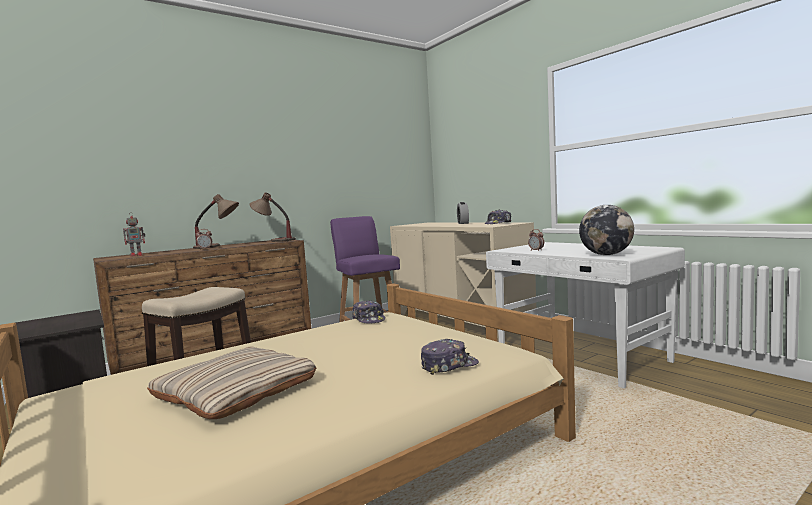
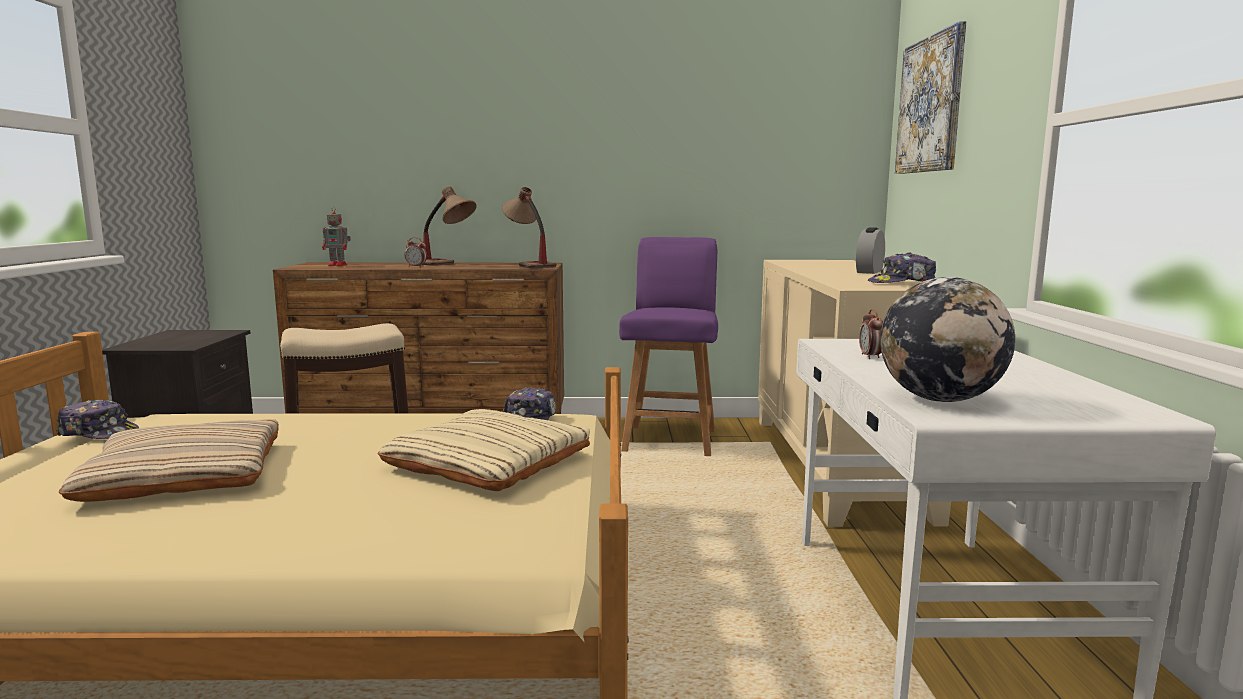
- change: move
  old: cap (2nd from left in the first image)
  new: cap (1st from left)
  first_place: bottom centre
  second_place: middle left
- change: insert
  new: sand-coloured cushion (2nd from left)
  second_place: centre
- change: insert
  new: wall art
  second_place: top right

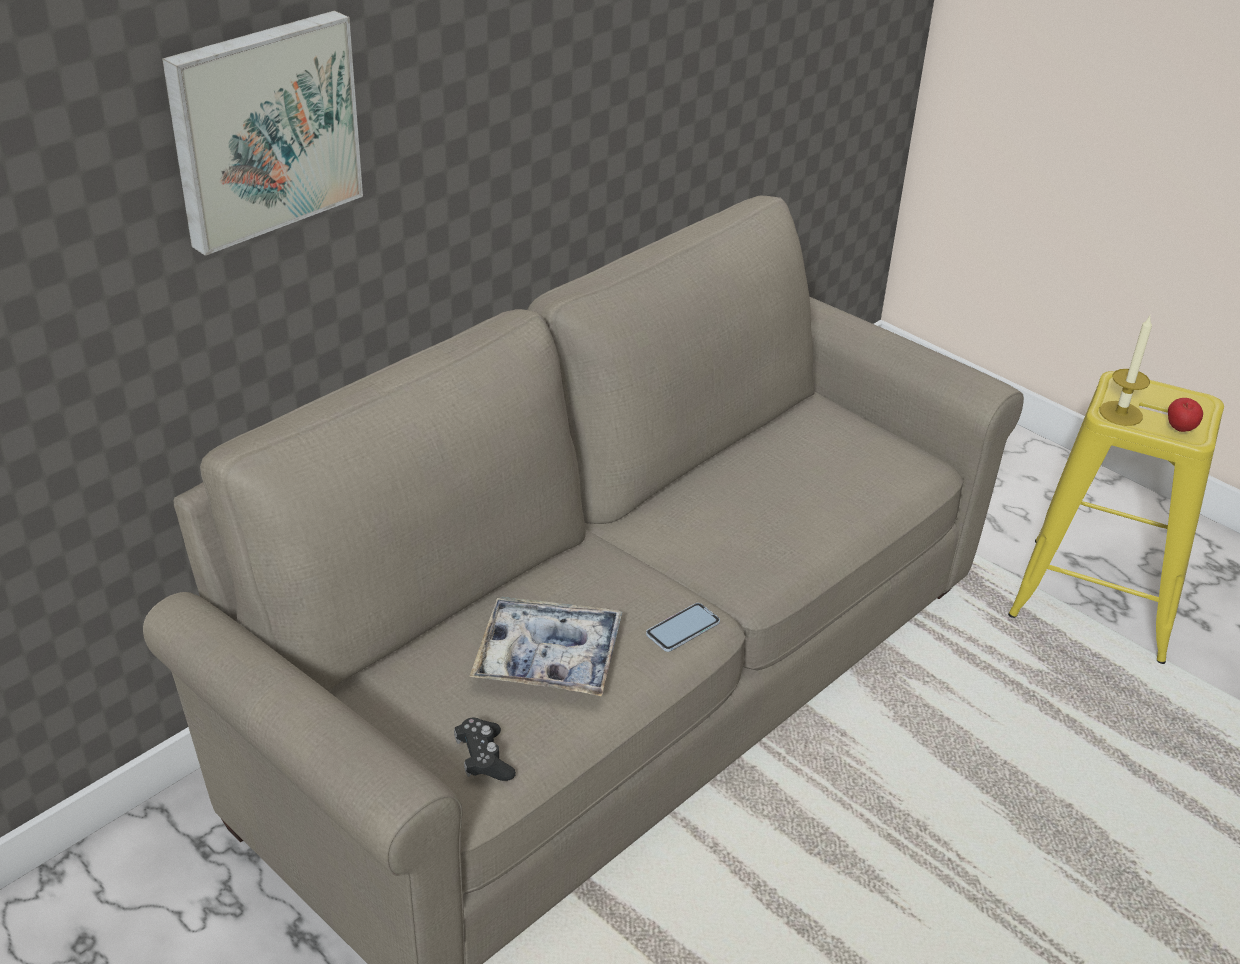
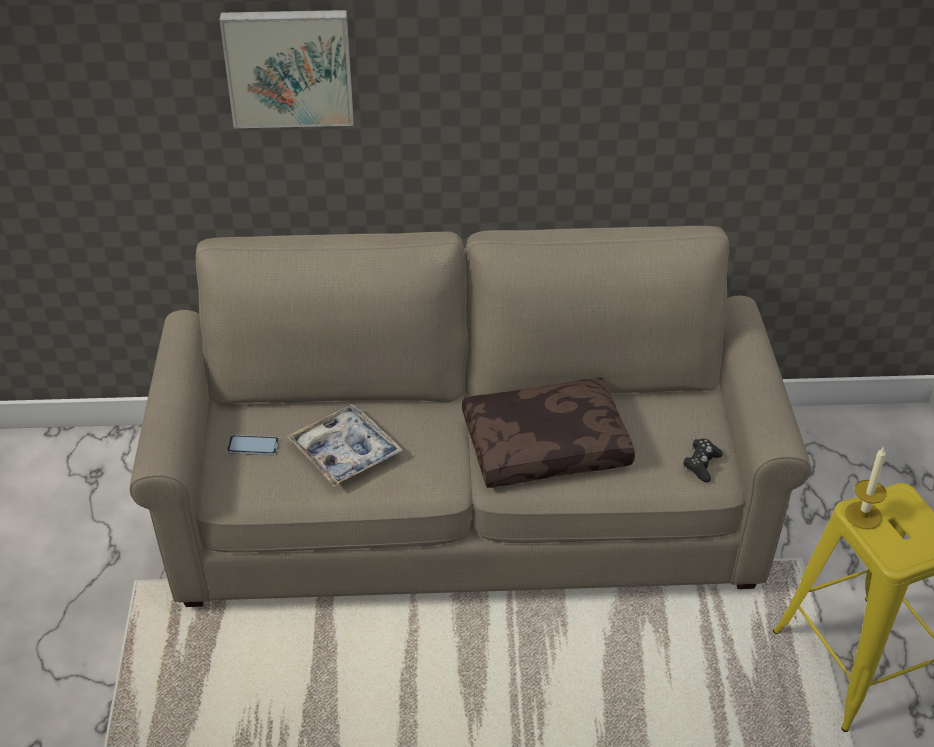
- change: move
  old: blackish gamepad
  first_place: bottom centre
  second_place: middle right
- change: move
  old: telephone
  first_place: centre
  second_place: middle left
- change: delete
  old: whole apple
  first_place: middle right
- change: insert
  new: brownish cushion
  second_place: centre

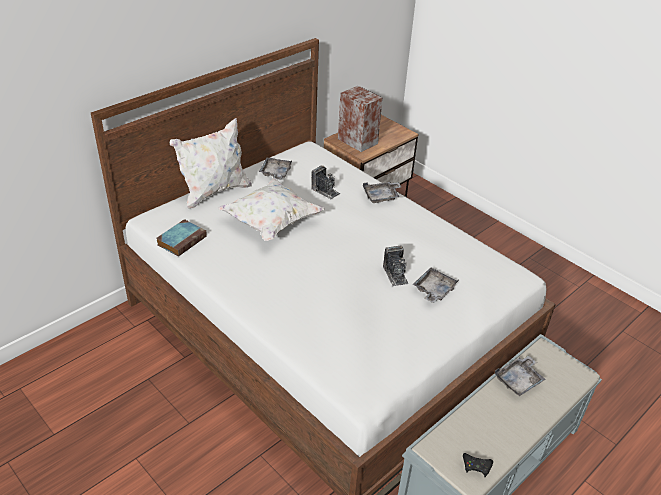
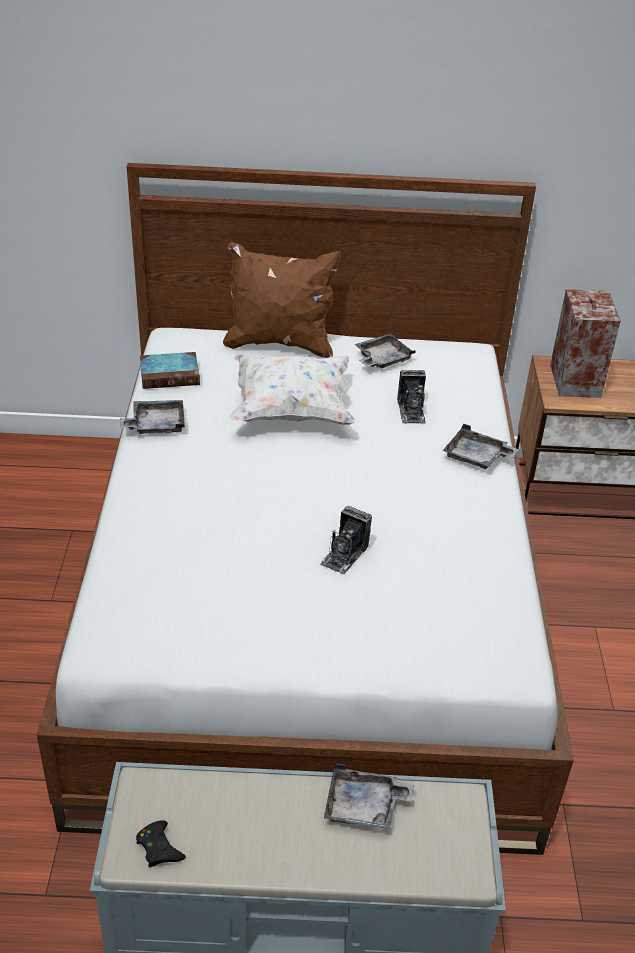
- change: recolor
  old: whitish cushion (1st from left)
  new: brownish cushion
  first_place: top left
  second_place: top centre
- change: move
  old: greyish carrying tray (3rd from left in the first image)
  new: greyish carrying tray (1st from left)
  first_place: centre
  second_place: middle left

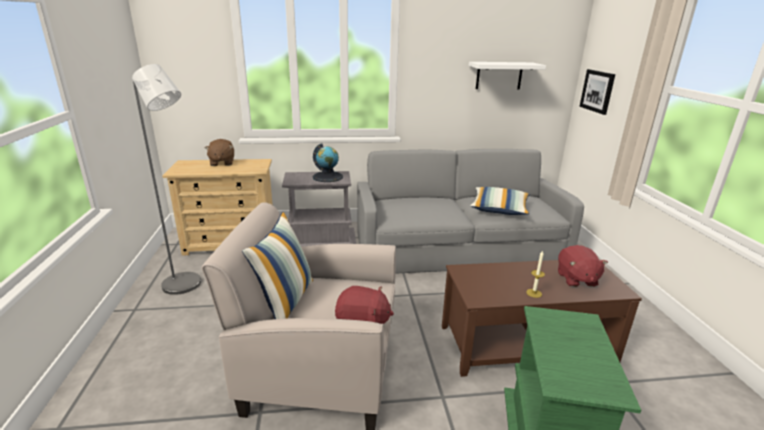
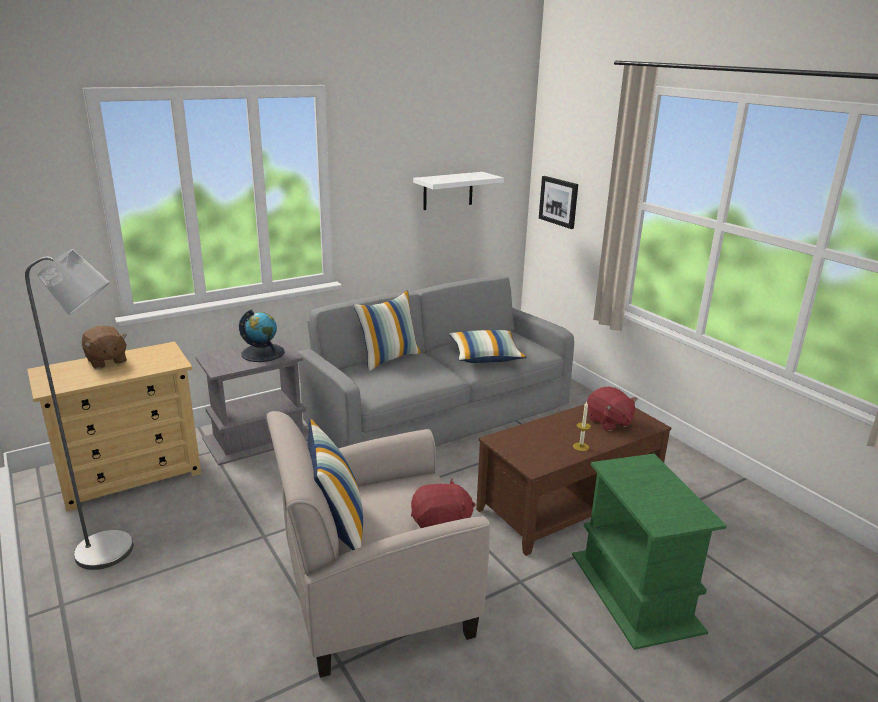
- change: insert
  new: cushion (2nd from left)
  second_place: centre

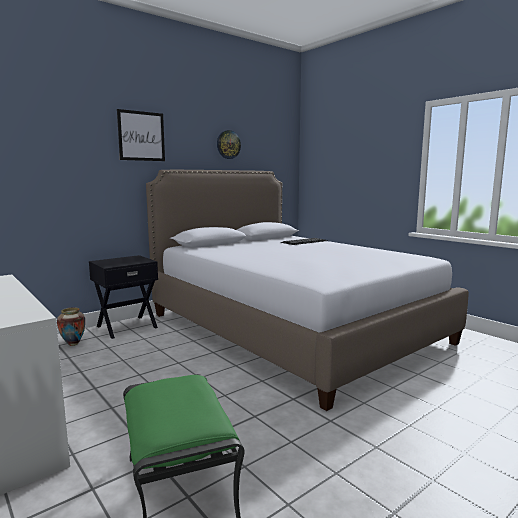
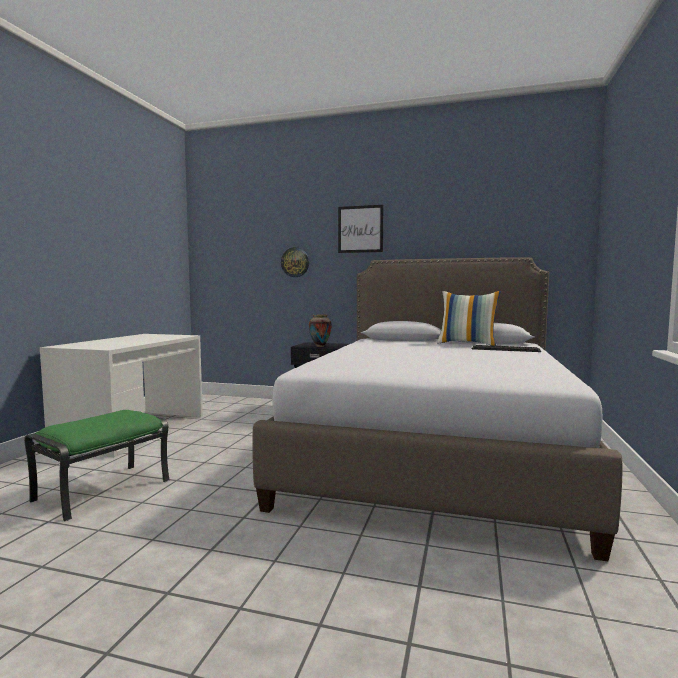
- change: move
  old: flower vase
  first_place: middle left
  second_place: centre
- change: move
  old: hanging clock
  first_place: top centre
  second_place: centre
- change: insert
  new: cushion
  second_place: middle right

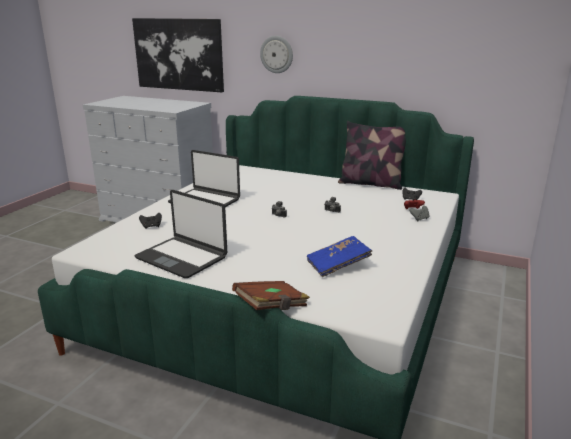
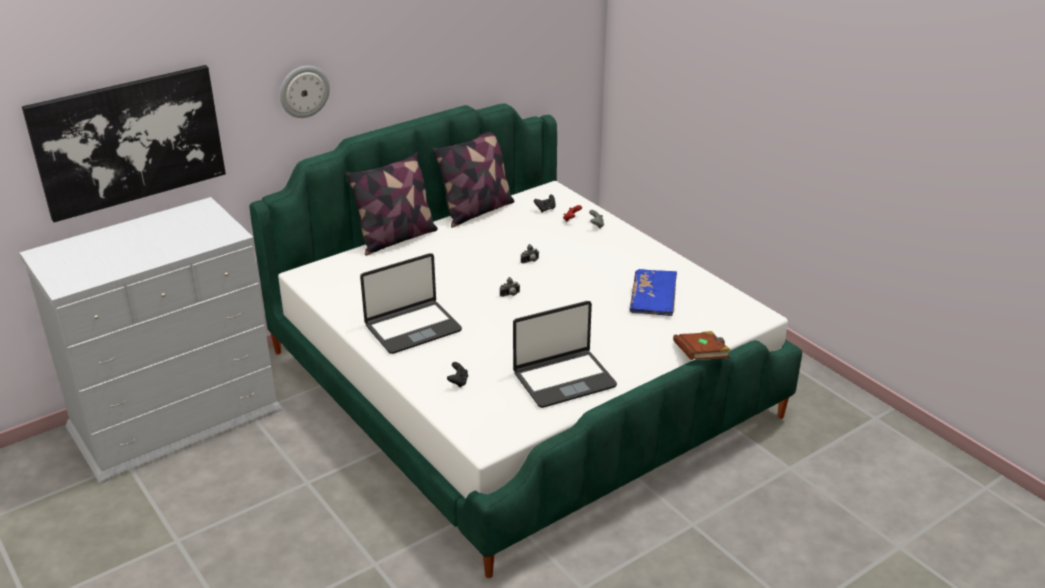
- change: insert
  new: cushion (1st from left)
  second_place: centre

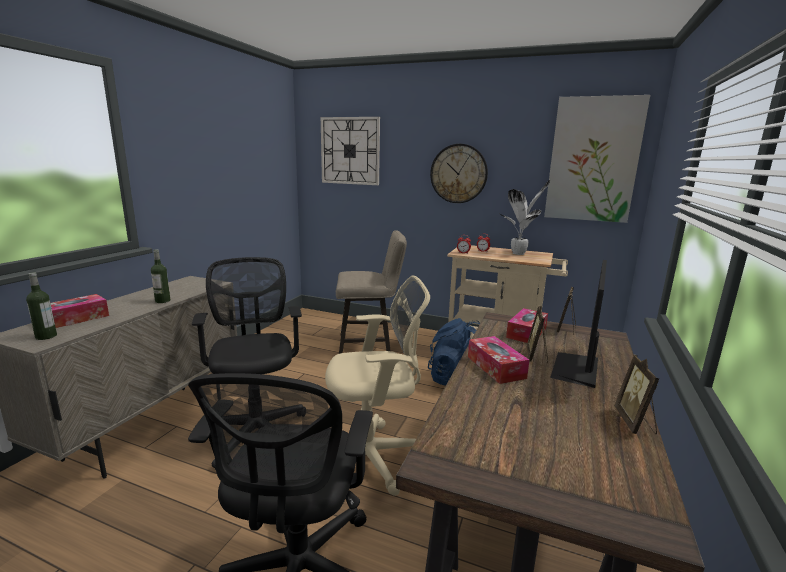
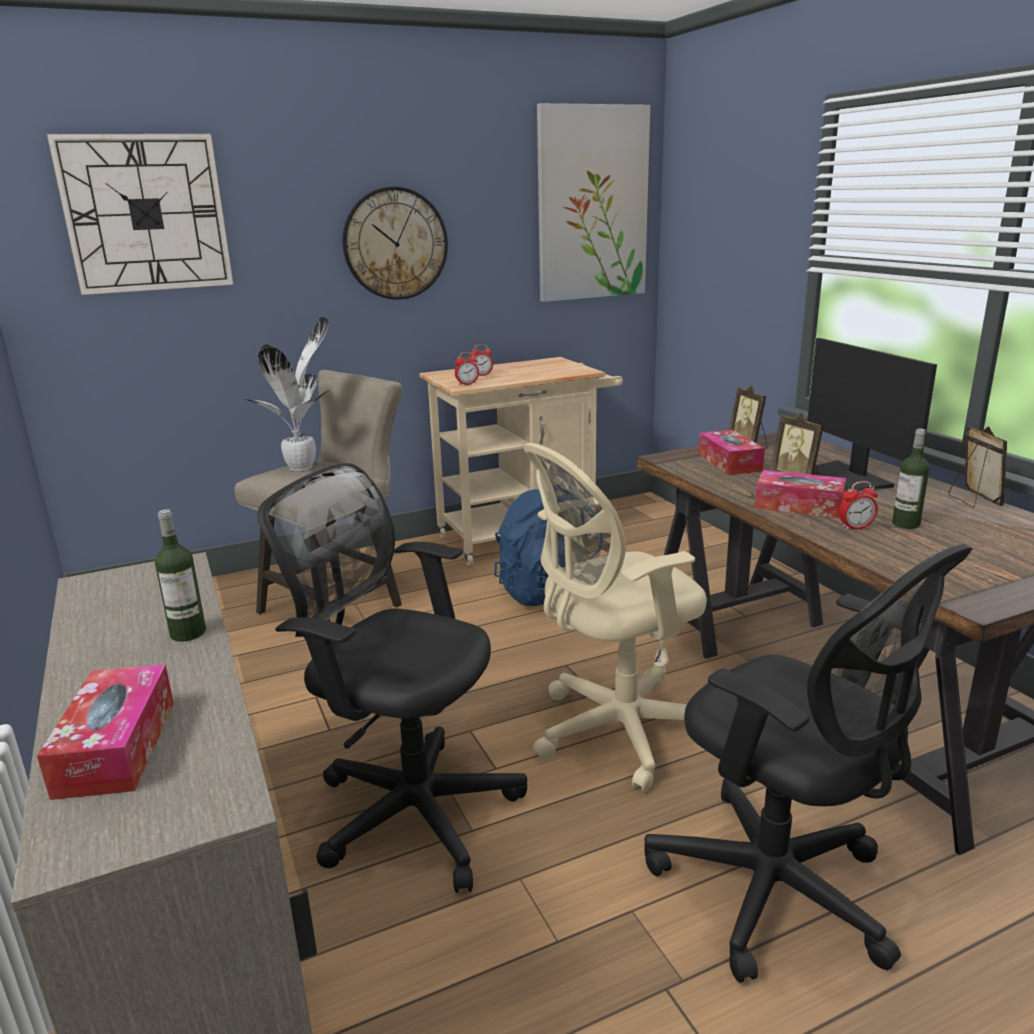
- change: move
  old: bottle (1st from left in the first image)
  new: bottle (2nd from left)
  first_place: middle left
  second_place: middle right
- change: rotate
  old: sand-coloured desk chair
  first_place: bottom centre
  second_place: centre
  degrees: -150
- change: move
  old: houseplant
  first_place: middle right
  second_place: middle left
- change: rotate
  old: photo frame (3rd from left)
  first_place: bottom right
  second_place: middle right
  degrees: -150
- change: insert
  new: alarm clock (3rd from left)
  second_place: middle right

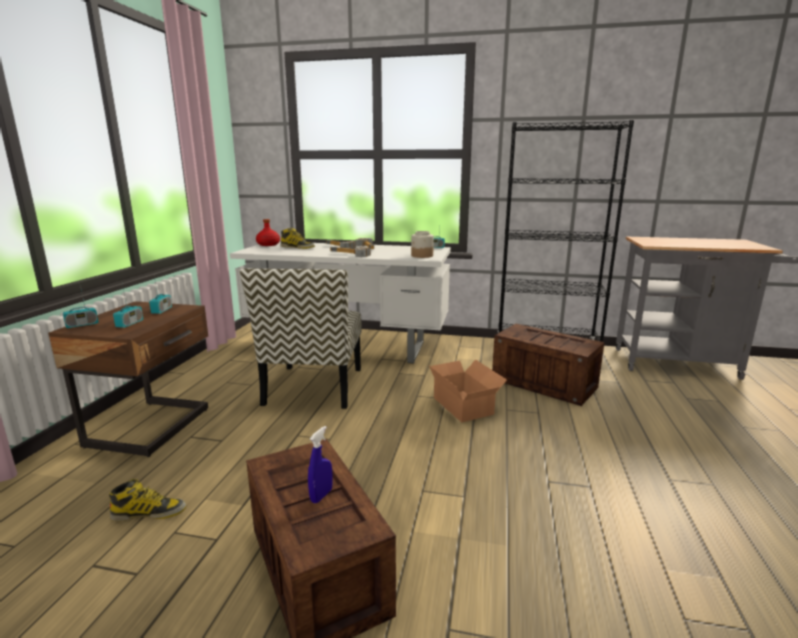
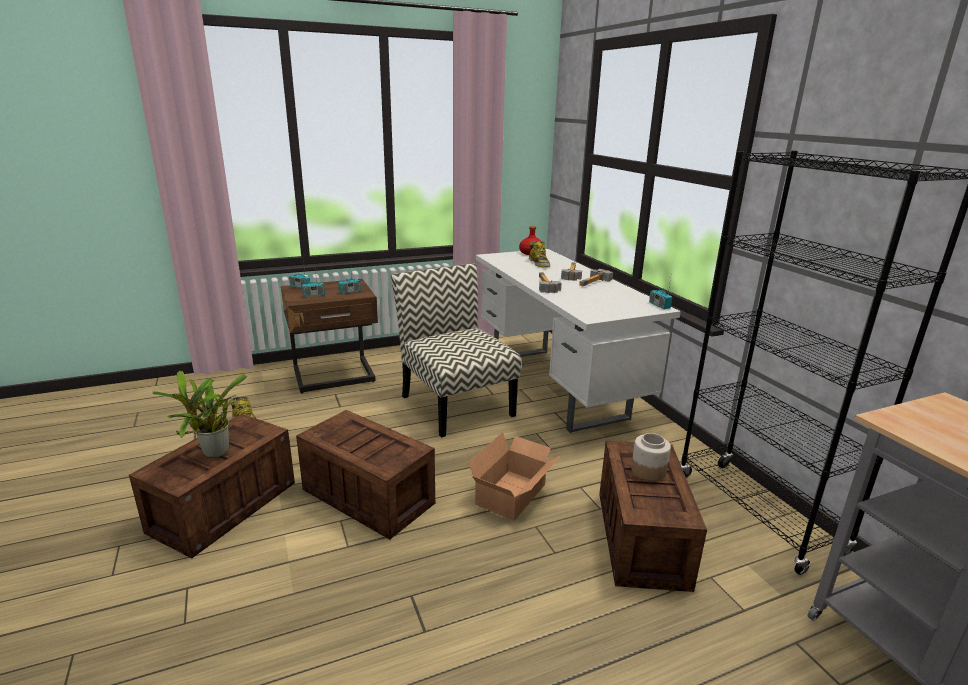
- change: rotate
  old: plain chair
  first_place: centre
  second_place: centre
  degrees: 90
- change: replace
  old: blue sprayer
  new: houseplant
  first_place: bottom centre
  second_place: middle left
- change: move
  old: preserve jar
  first_place: centre
  second_place: bottom right
- change: insert
  new: shipping crate (2nd from left)
  second_place: bottom centre

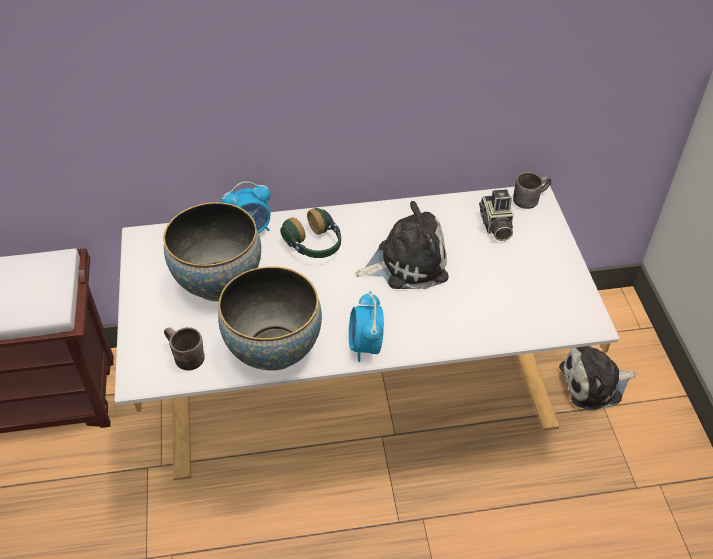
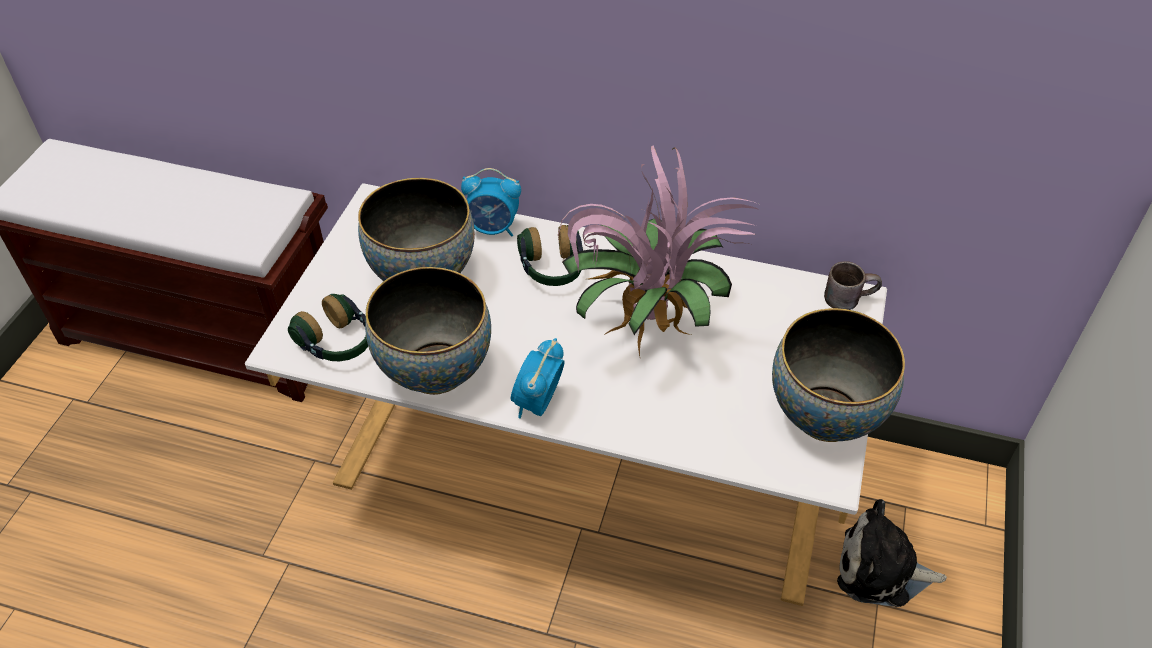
- change: replace
  old: brownish mug (1st from left)
  new: headphones (1st from left)
  first_place: middle left
  second_place: middle left
- change: replace
  old: cuddly toy (1st from left)
  new: houseplant
  first_place: centre
  second_place: centre
- change: delete
  old: still camera
  first_place: middle right
- change: insert
  new: bowl (3rd from left)
  second_place: middle right

